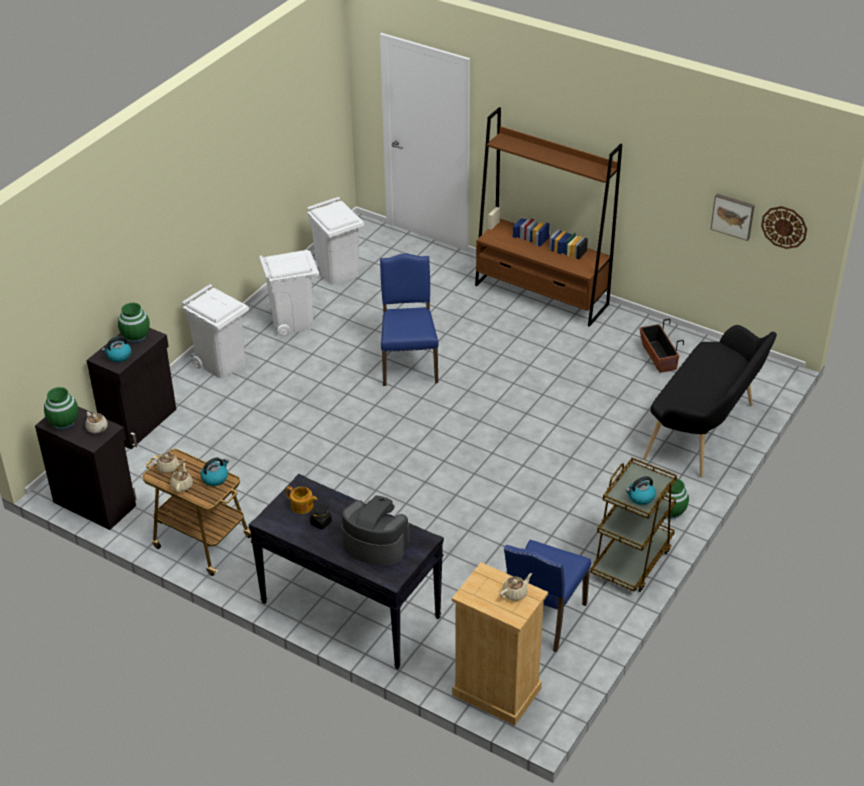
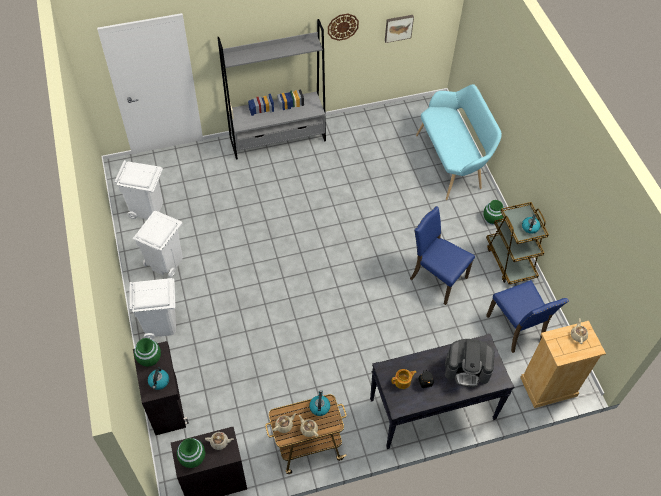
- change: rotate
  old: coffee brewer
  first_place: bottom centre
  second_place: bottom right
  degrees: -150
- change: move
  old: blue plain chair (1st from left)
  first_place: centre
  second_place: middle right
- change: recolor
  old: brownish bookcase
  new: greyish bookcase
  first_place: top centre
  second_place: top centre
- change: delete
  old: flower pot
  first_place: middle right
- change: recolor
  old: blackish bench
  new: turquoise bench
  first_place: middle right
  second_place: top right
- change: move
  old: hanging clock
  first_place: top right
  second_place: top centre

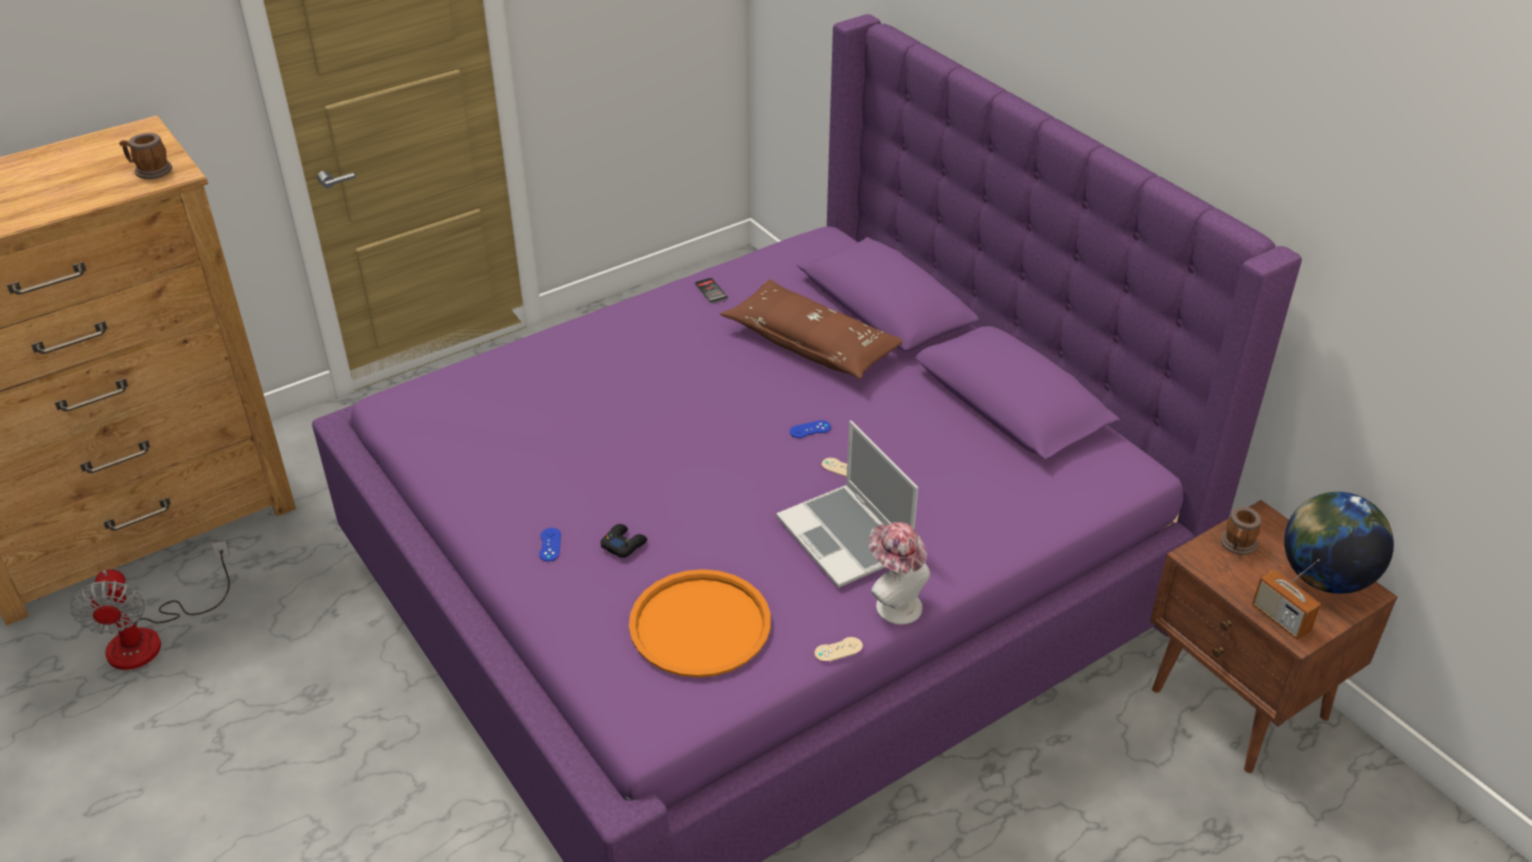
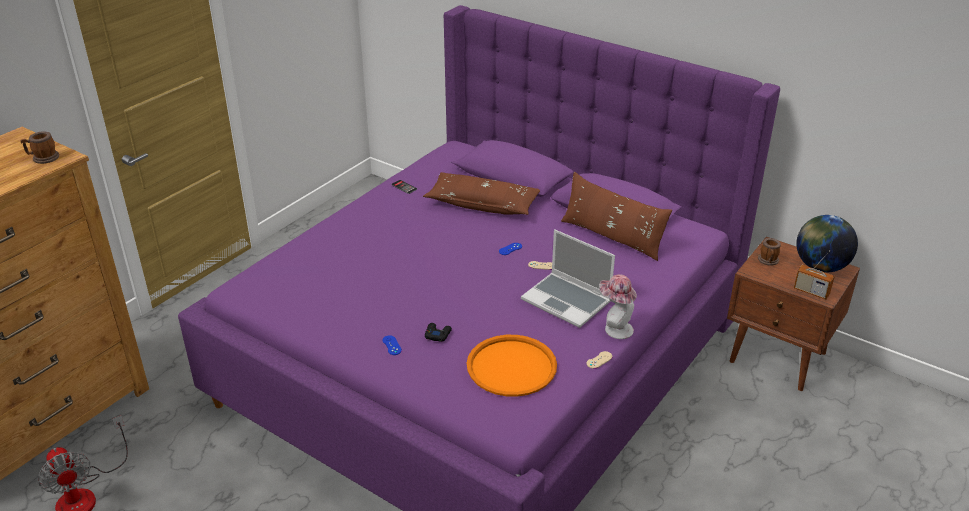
- change: insert
  new: brownish cushion (2nd from left)
  second_place: centre

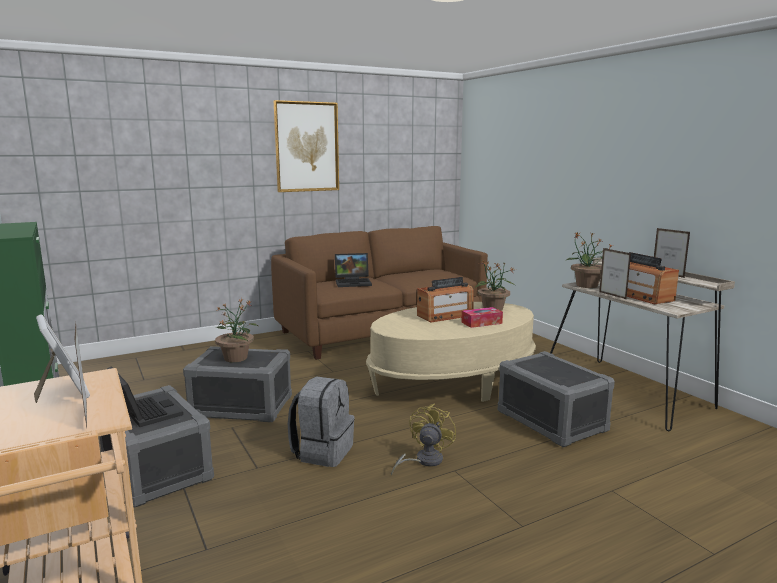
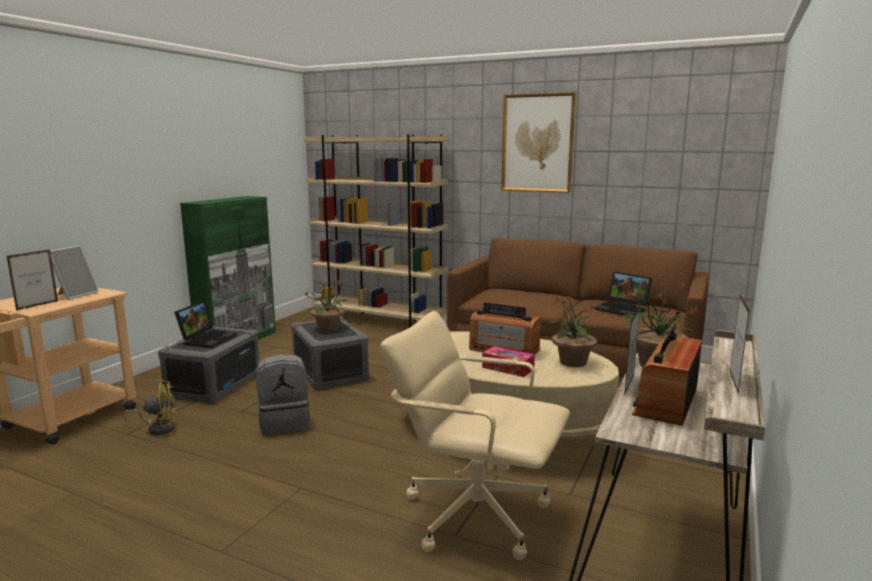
- change: move
  old: laptop (2nd from left)
  first_place: centre
  second_place: middle right
- change: move
  old: yellowish electric fan
  first_place: bottom centre
  second_place: bottom left
- change: replace
  old: greyish storage container (3rd from left)
  new: sand-coloured desk chair
  first_place: bottom right
  second_place: bottom centre
- change: insert
  new: sand-coloured bookcase
  second_place: centre

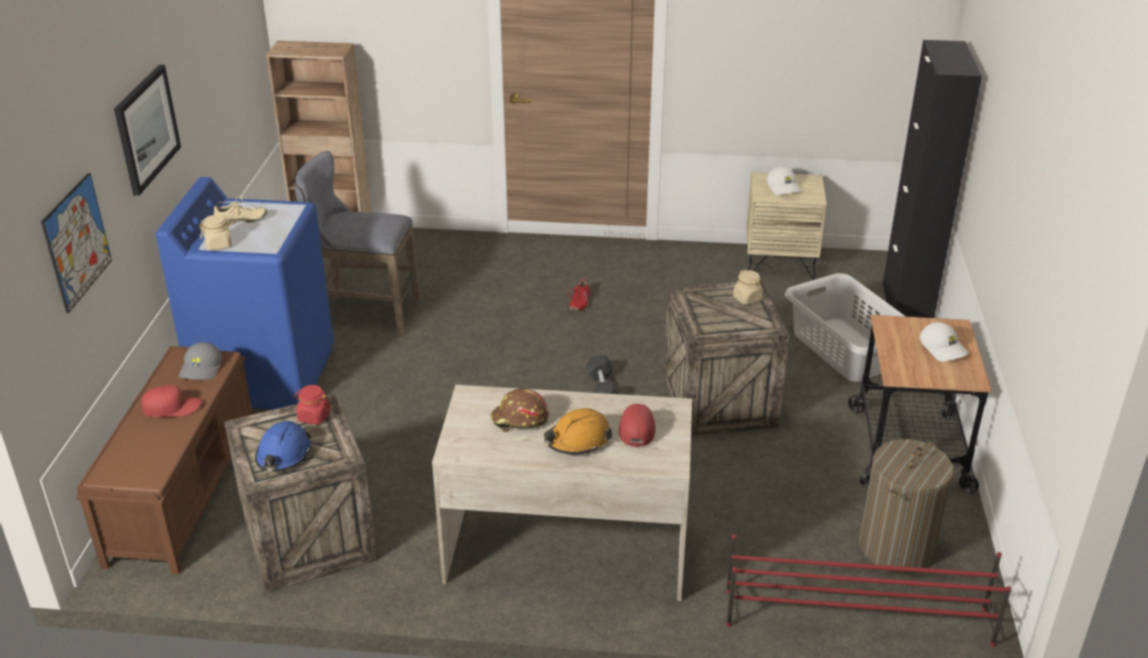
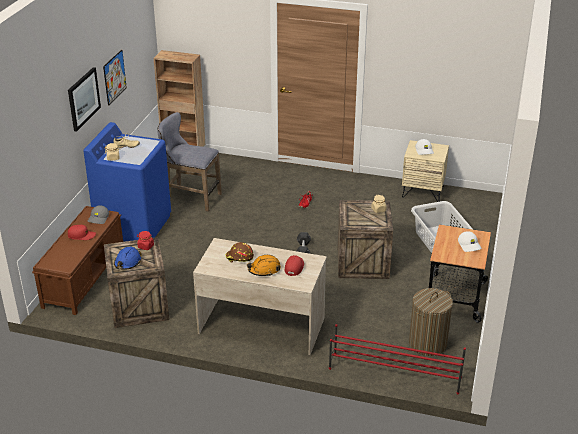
- change: move
  old: wall art (1st from left in the first image)
  new: wall art (2nd from left)
  first_place: middle left
  second_place: top left
- change: delete
  old: blackish cupboard
  first_place: top right

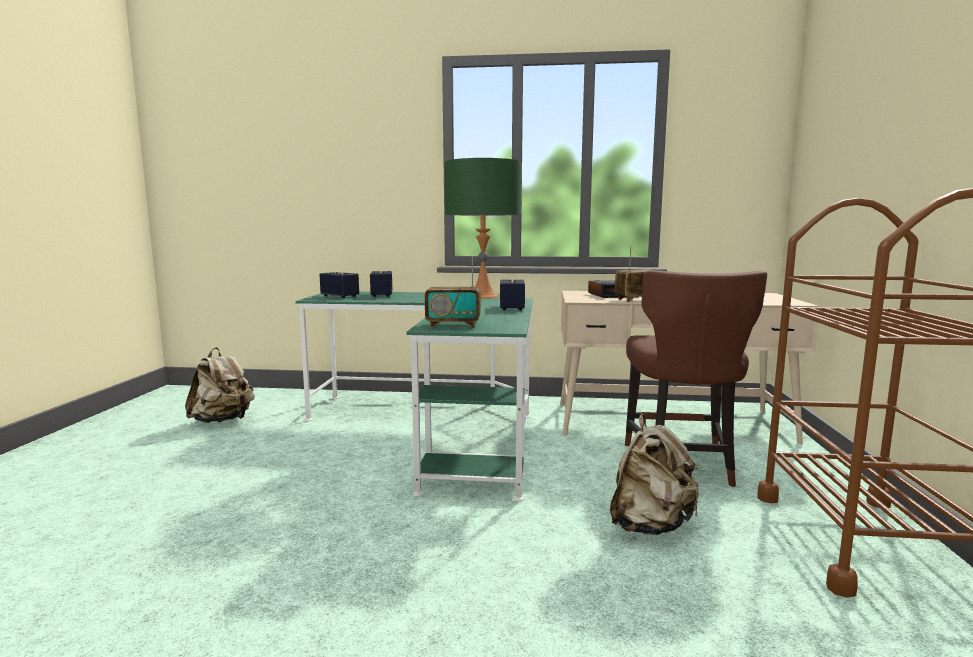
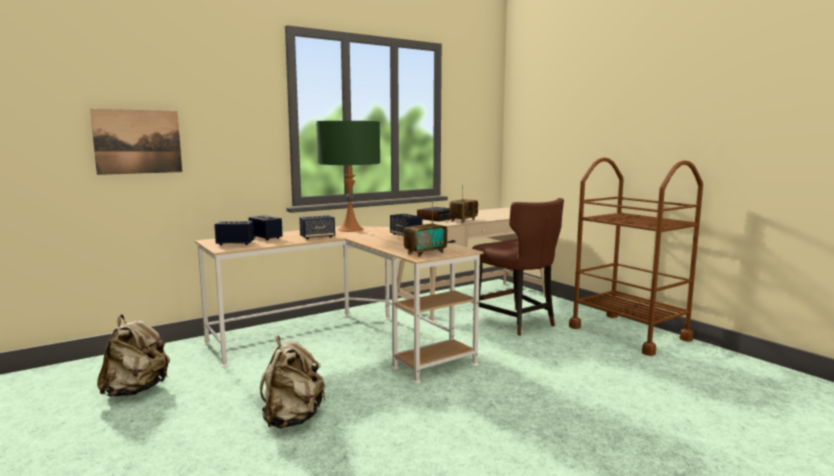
- change: recolor
  old: green-coloured desk unit
  new: sand-coloured desk unit (1st from left)
  first_place: centre
  second_place: centre
- change: move
  old: sand-coloured knapsack (2nd from left)
  first_place: bottom right
  second_place: bottom centre
- change: insert
  new: wall art
  second_place: top left
- change: insert
  new: speaker (3rd from left)
  second_place: centre

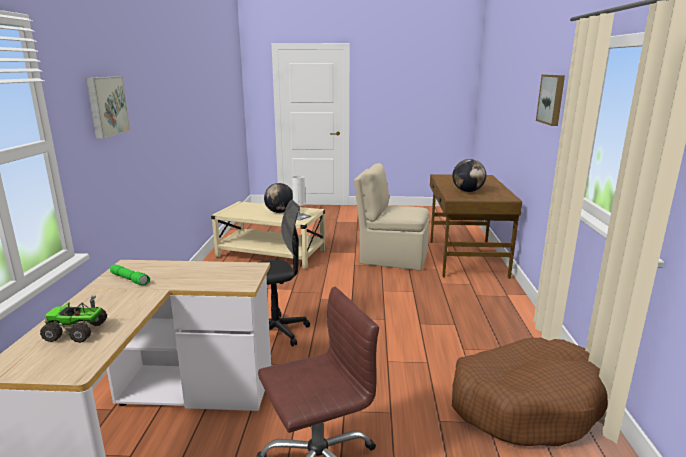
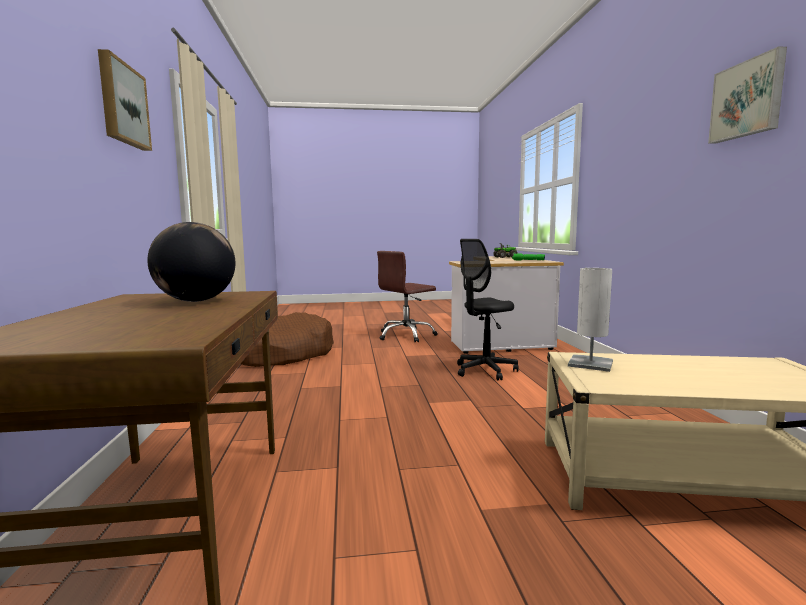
- change: move
  old: wall art (1st from left in the first image)
  new: wall art (2nd from left)
  first_place: top left
  second_place: top right
- change: delete
  old: world globe (1st from left)
  first_place: centre
- change: delete
  old: sand-coloured plain chair
  first_place: centre

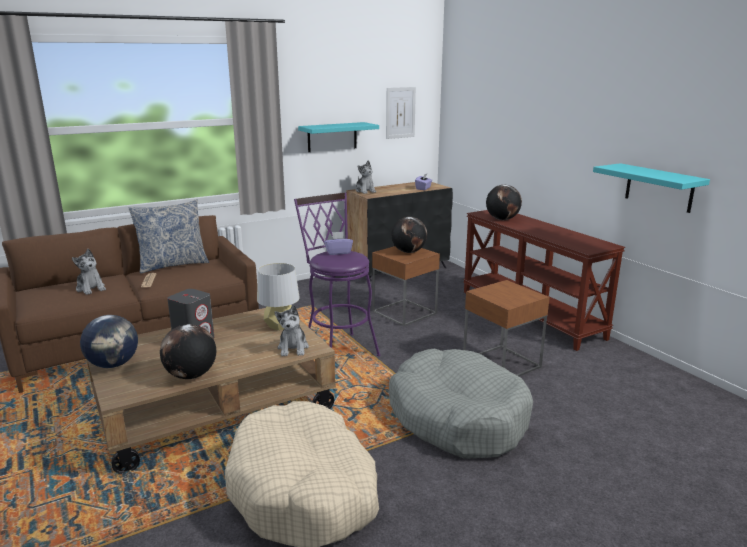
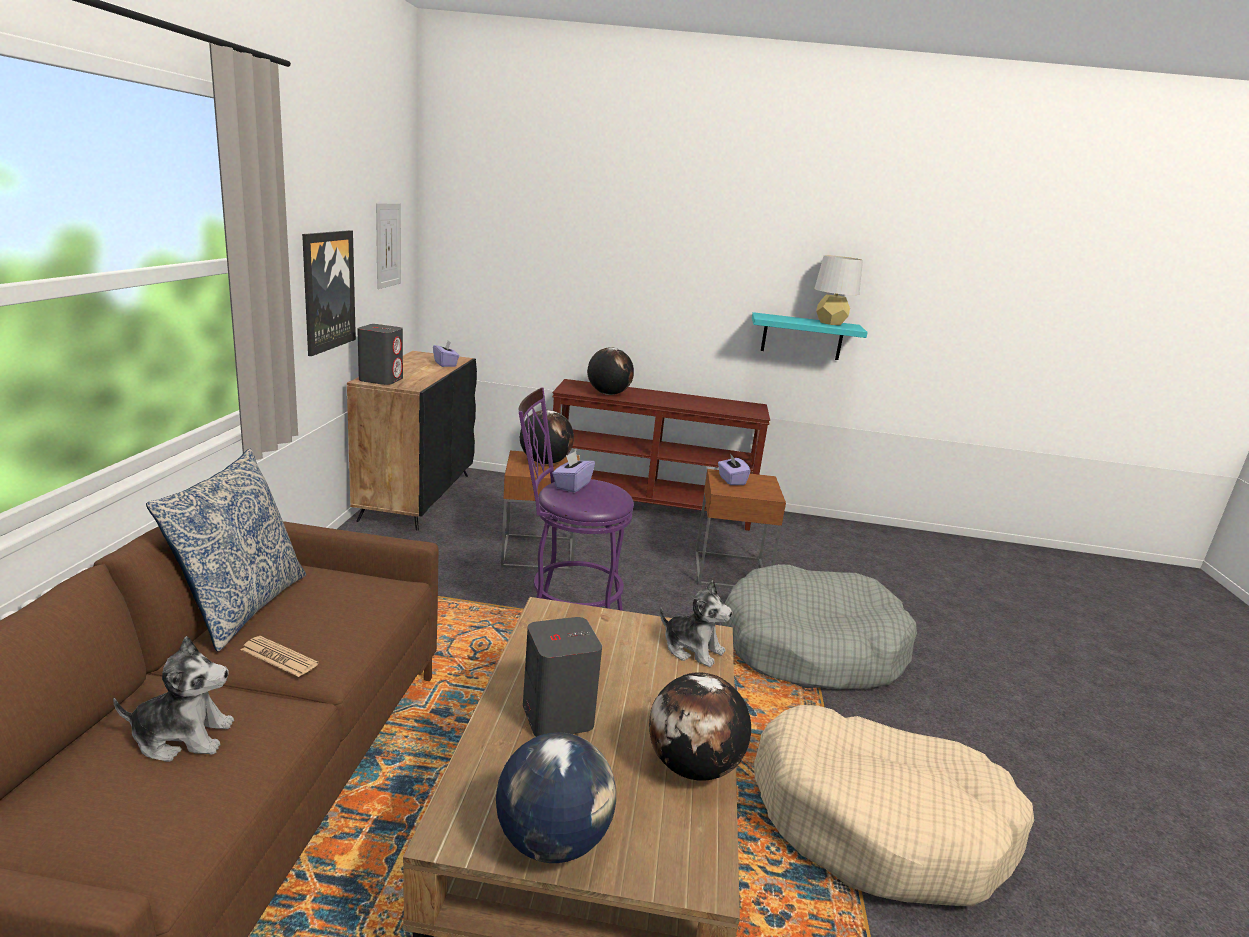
- change: move
  old: greyish tabletop lamp
  first_place: centre
  second_place: top right
- change: replace
  old: turquoise wall shelf (1st from left)
  new: wall art (1st from left)
  first_place: top centre
  second_place: top left
- change: replace
  old: cuddly toy (3rd from left)
  new: greyish speaker (1st from left)
  first_place: top centre
  second_place: middle left
- change: insert
  new: purple-coloured tissue holder (3rd from left)
  second_place: centre

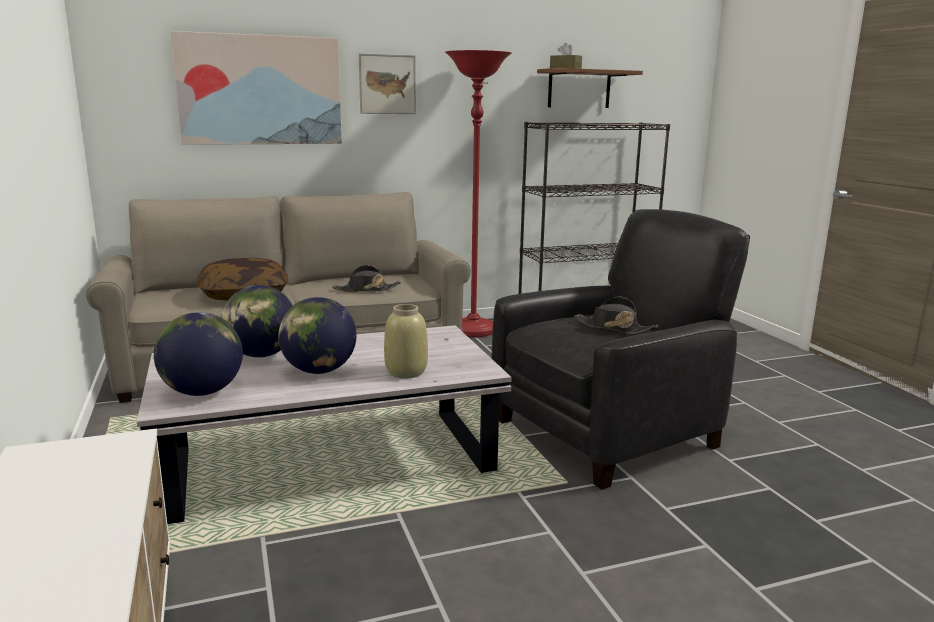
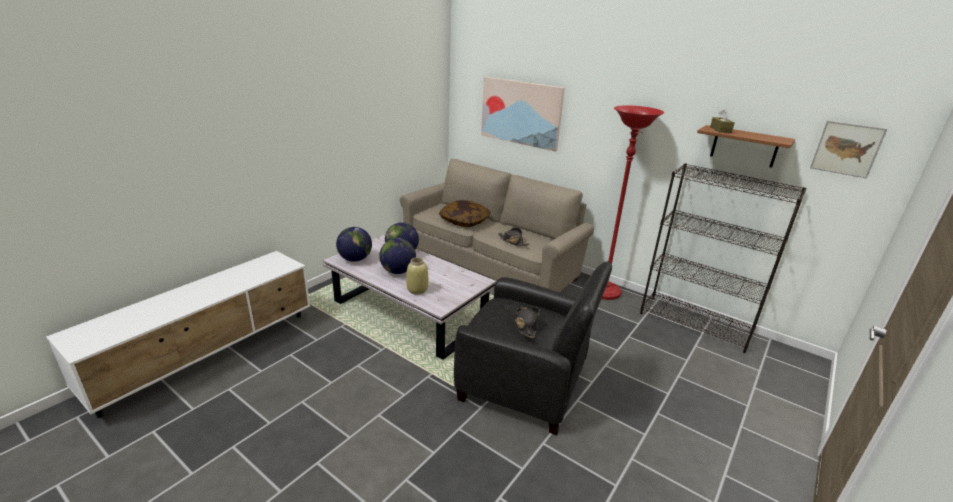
- change: move
  old: wall art (2nd from left)
  first_place: top centre
  second_place: top right

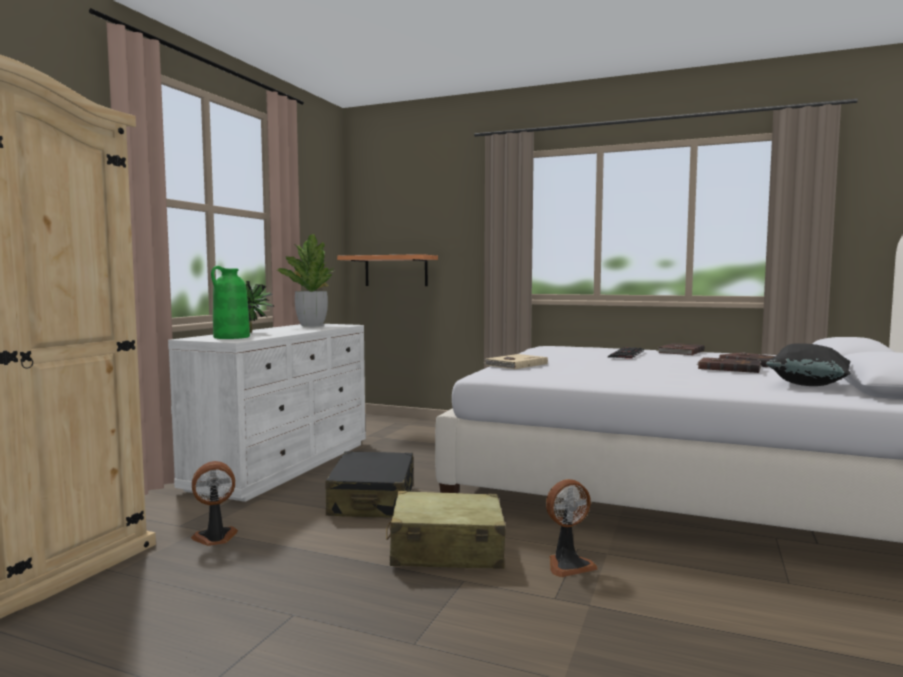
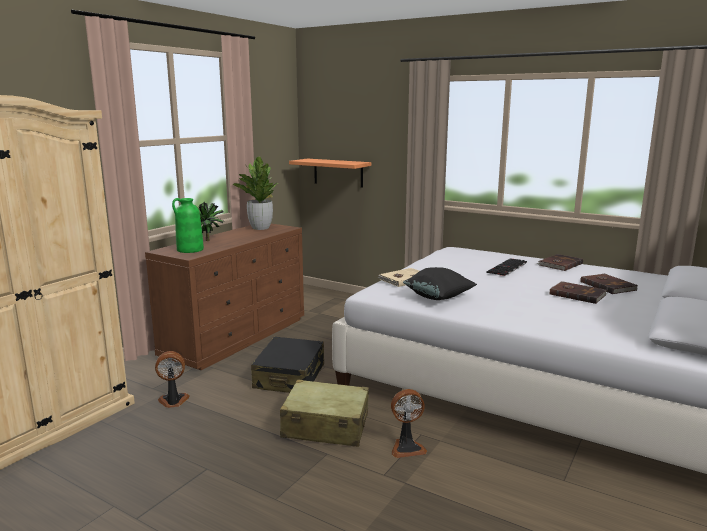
- change: recolor
  old: whitish dresser
  new: brownish dresser
  first_place: middle left
  second_place: middle left
- change: move
  old: blackish cushion
  first_place: middle right
  second_place: centre

